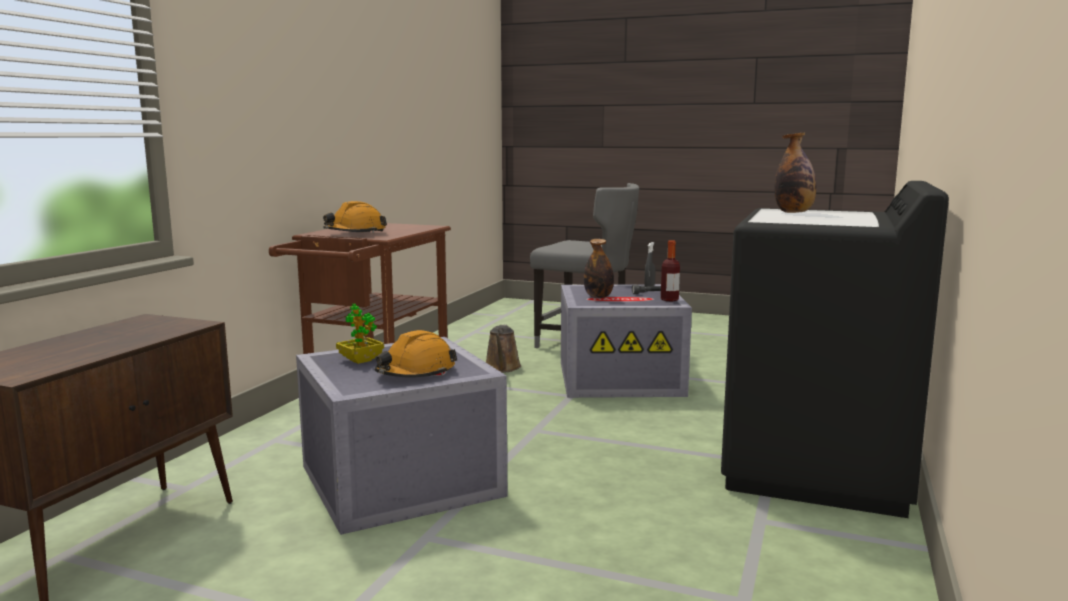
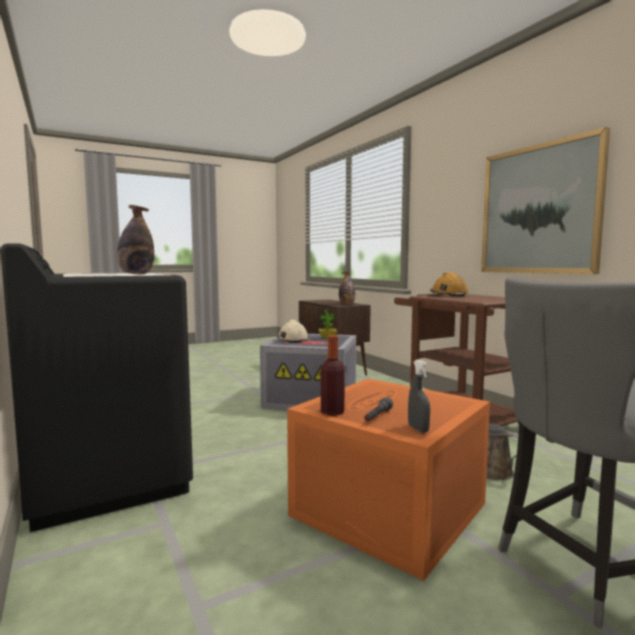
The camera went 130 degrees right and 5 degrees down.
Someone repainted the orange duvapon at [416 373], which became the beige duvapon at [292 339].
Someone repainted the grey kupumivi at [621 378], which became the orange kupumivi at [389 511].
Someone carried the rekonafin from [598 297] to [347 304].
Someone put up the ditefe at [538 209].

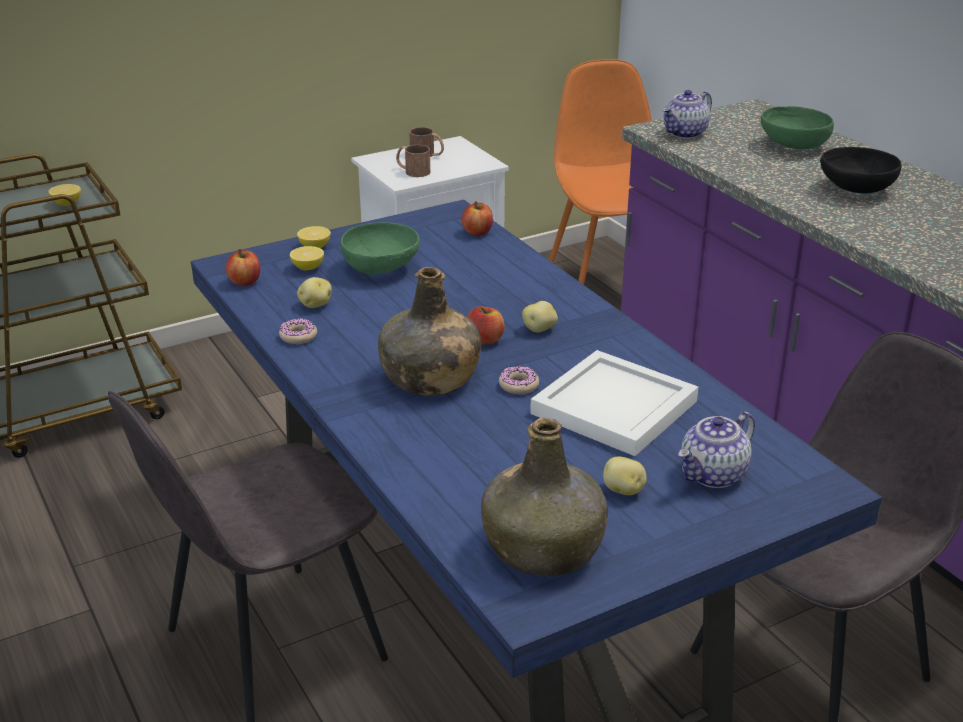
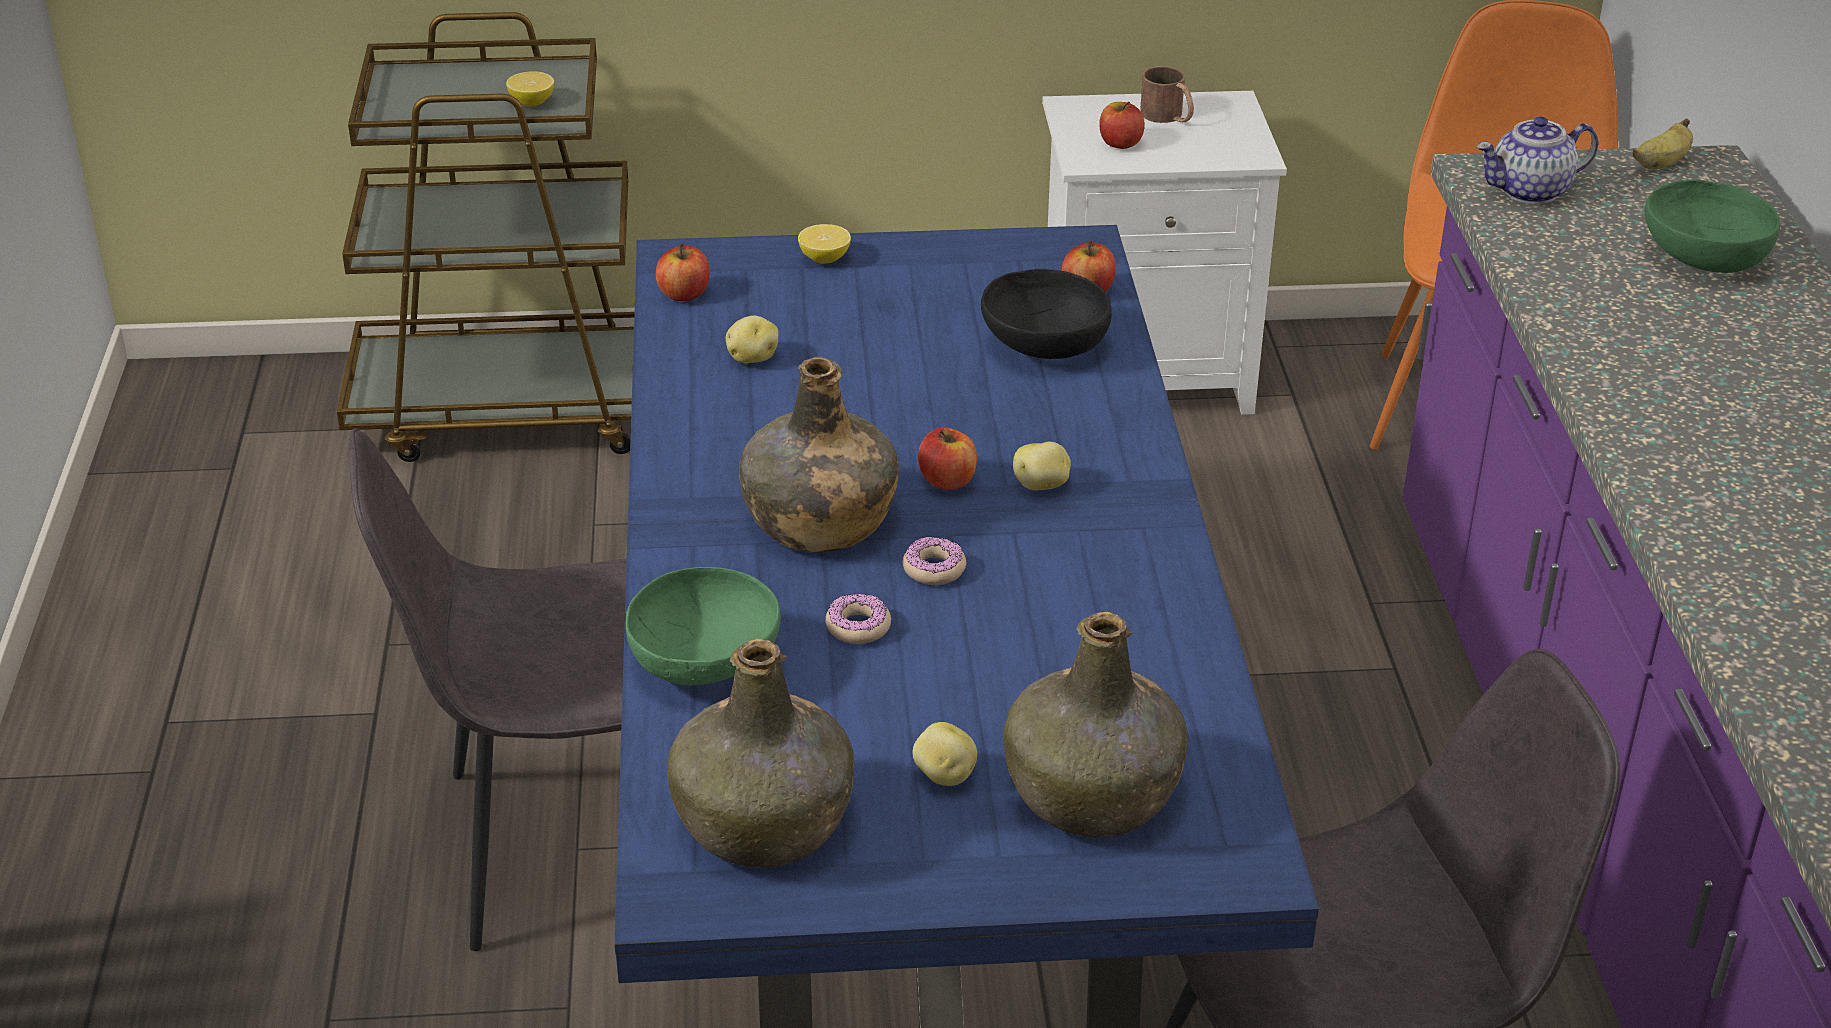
The camera went 25 degrees right and 5 degrees up.
Someone carried the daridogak from [298 336] to [858 627].
Someone took away the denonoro at [308 268].
Someone carried the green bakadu from [381 268] to [706 665].
Someone swapped the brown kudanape at [412 171] for the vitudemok at [1120 143].
Someone took away the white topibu at [615 409].
Someone swapped the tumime at [713 475] for the green rekonafin at [1094 794].
Someone carried the black bakadu from [855 190] to [1042 347].
Someone put down the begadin at [1660 164].

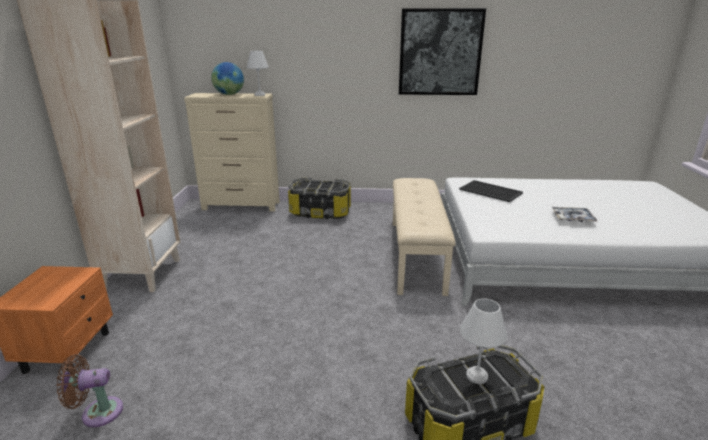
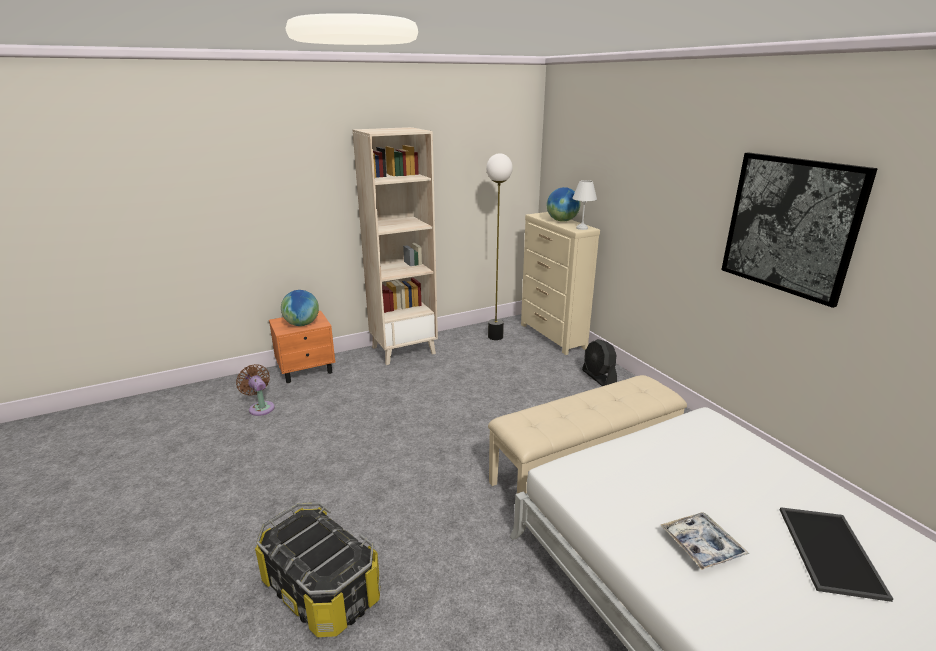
The camera went 60 degrees right and 0 degrees up.
Someone swapped the kupumivi at [320 212] for the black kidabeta at [599 378].
Someone carried the topibu from [489 191] to [827 550].
Someone took away the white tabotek at [476 375].
Someone put down the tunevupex at [302 324].
Someone put down the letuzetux at [495 336].

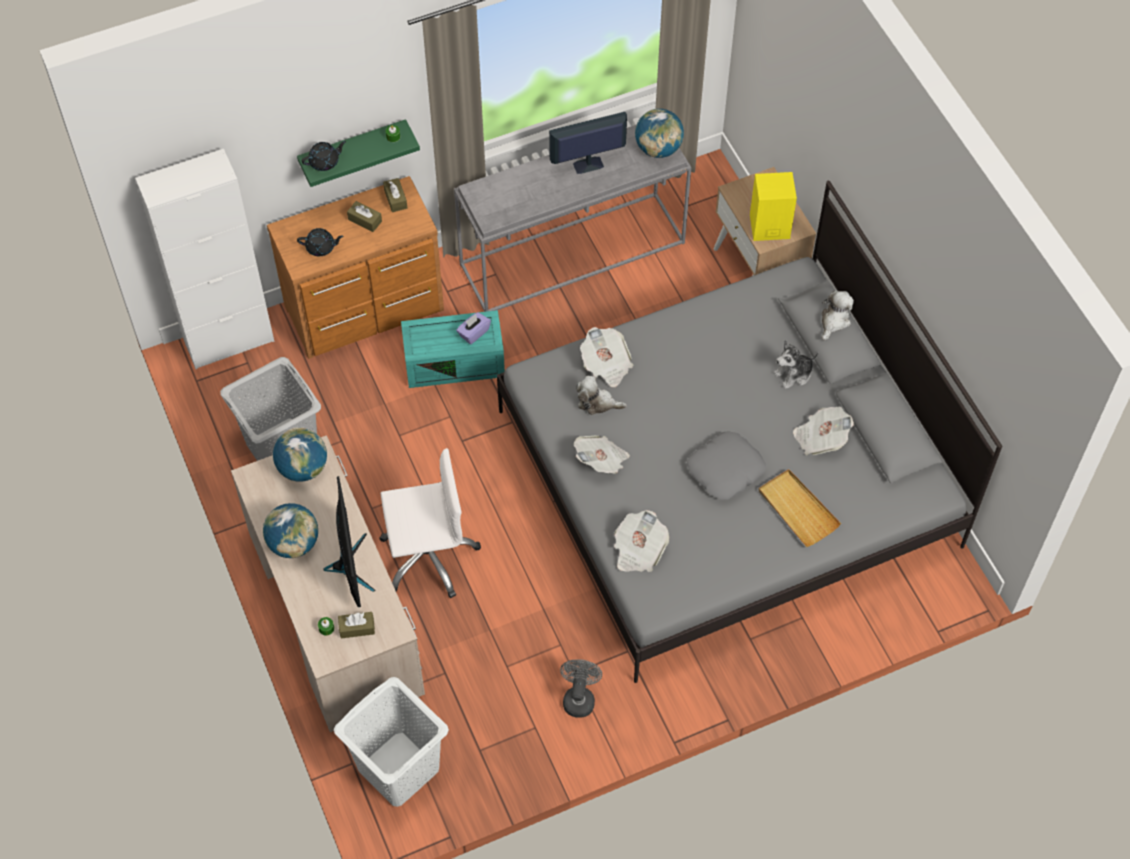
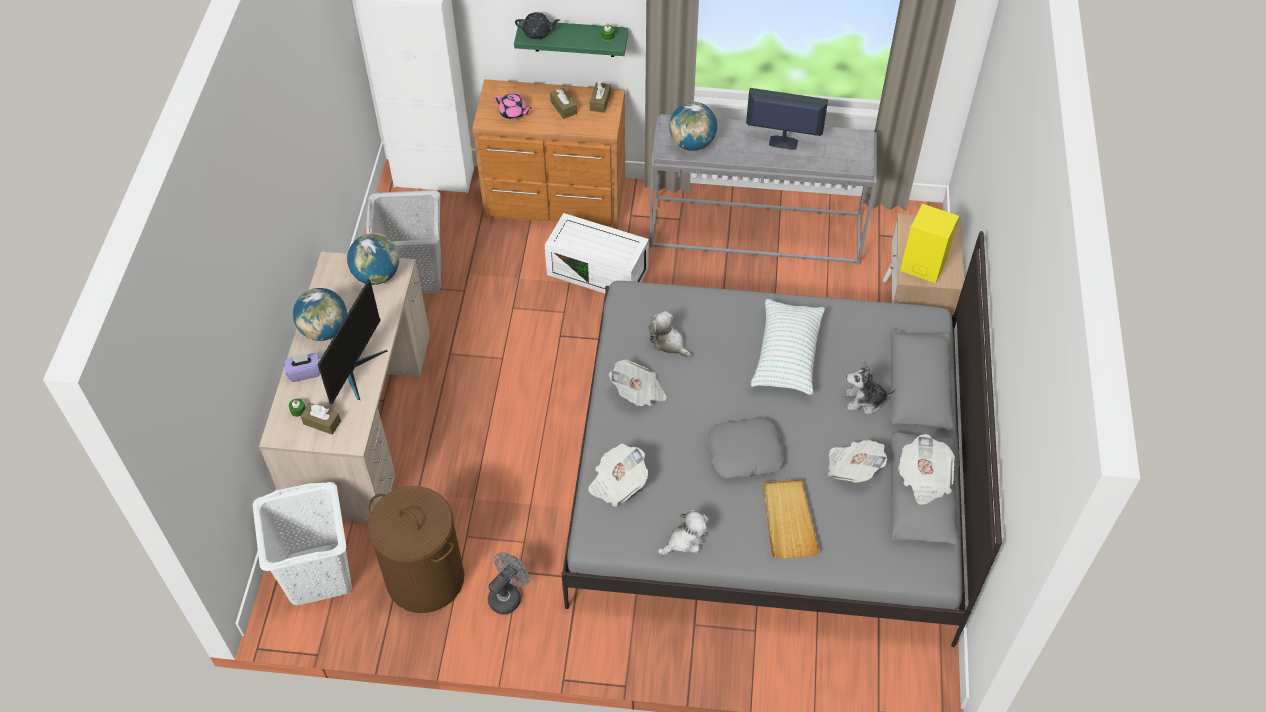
The camera went 30 degrees right and 5 degrees down.
Someone repainted the black tumime at [321 247], which became the pink tumime at [513 113].
Someone took away the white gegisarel at [428 556].
Someone repainted the turquoise kupumivi at [455 361], which became the white kupumivi at [599 271].
Someone carried the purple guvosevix from [473 333] to [304 372].
Someone carried the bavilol from [606 365] to [924 479].
Someone carried the tunevupex from [658 149] to [692 143].
Someone carried the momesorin from [834 321] to [685 540].
Someone put down the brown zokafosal at [425 578].
Someone put down the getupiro at [787 355].

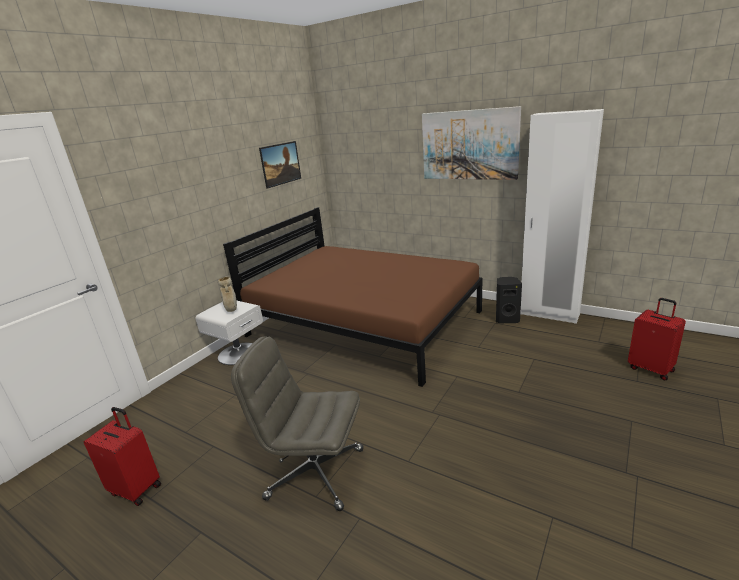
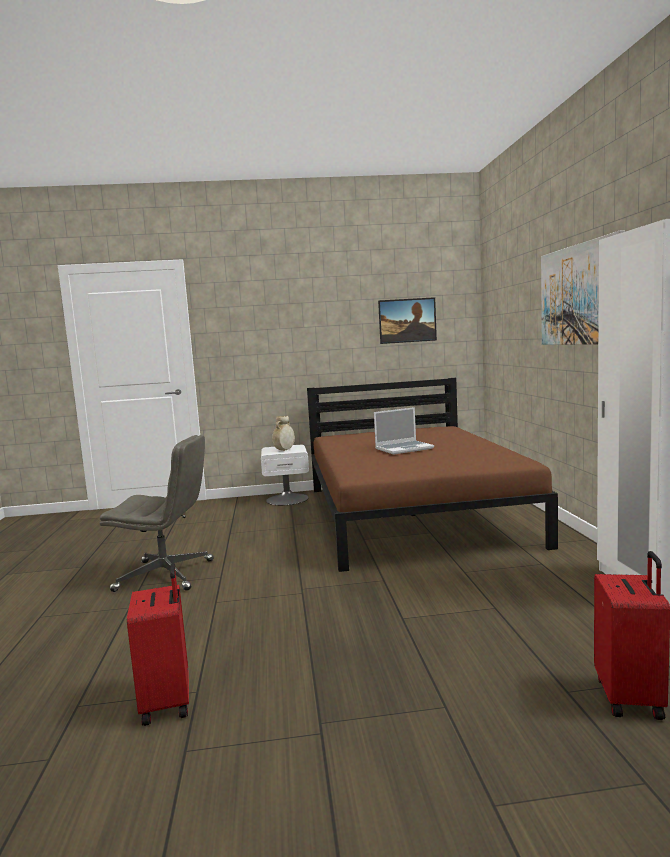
The camera went 50 degrees right and 15 degrees down.
Someone carried the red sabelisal from [137 488] to [168 702].
Someone rotated the grey gegisarel at [314 473] by 120 degrees clockwise.
Someone took away the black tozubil at [506 319].
Someone put down the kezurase at [404 448].

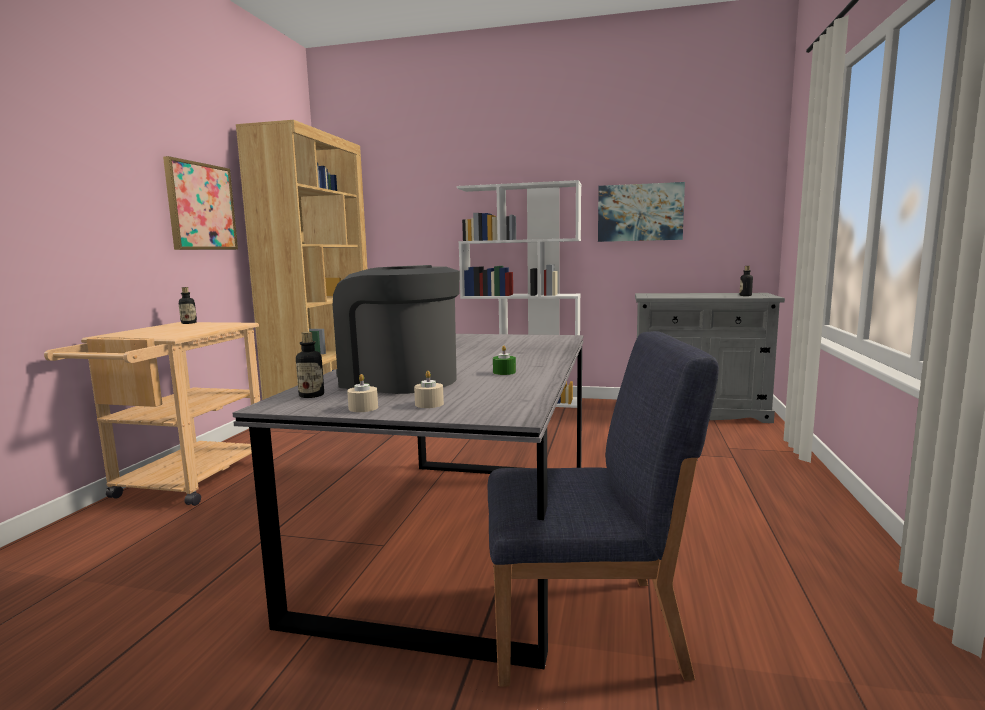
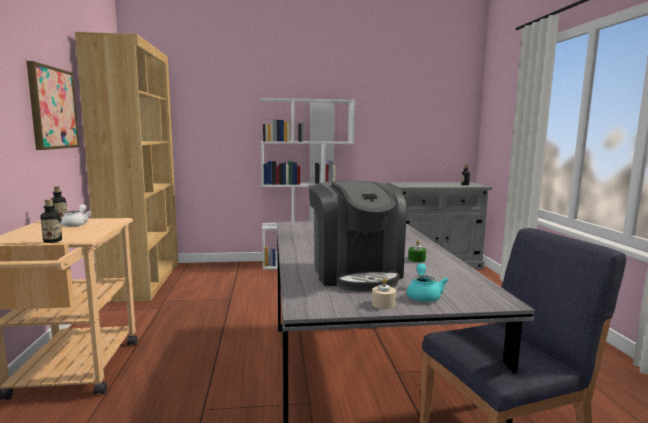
The camera went 20 degrees left and 0 degrees up.
Someone carried the rekonafin from [311 395] to [52 241].
Someone rotated the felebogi at [399 380] by 120 degrees counterclockwise.
Someone swapped the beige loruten at [429 404] for the turquoise tumime at [423 295].
Someone took away the ditefe at [640 212].
Someone put down the white tumime at [77 224].

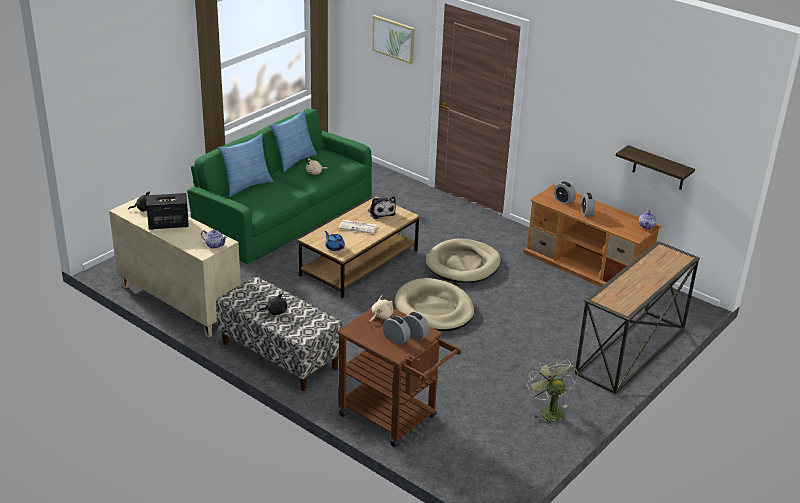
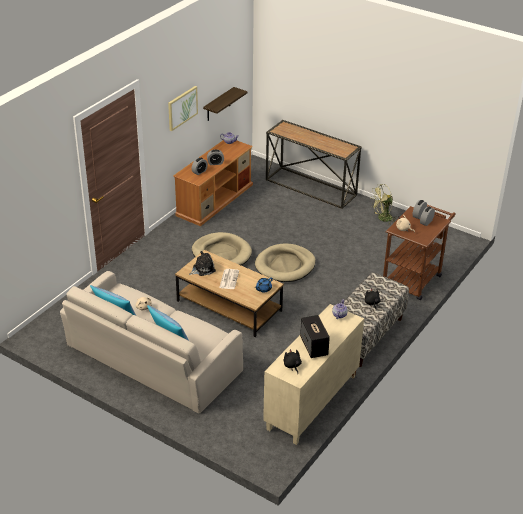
The camera went 95 degrees left and 5 degrees up.
Someone repainted the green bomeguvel at [283 213], which became the beige bomeguvel at [152 358].
Someone carried the ditefe from [393 38] to [182 108].

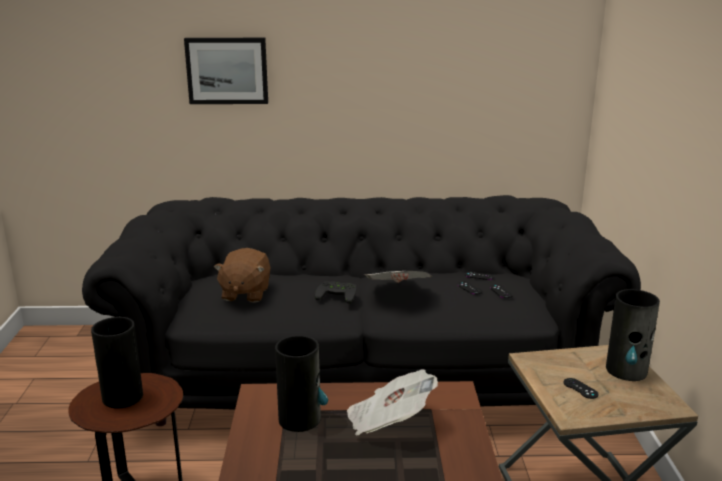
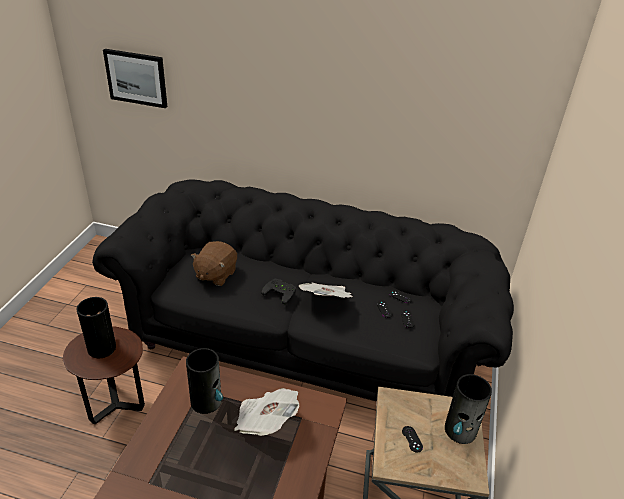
The camera went 15 degrees right and 15 degrees up.
Someone carried the ditefe from [227 70] to [136 78].

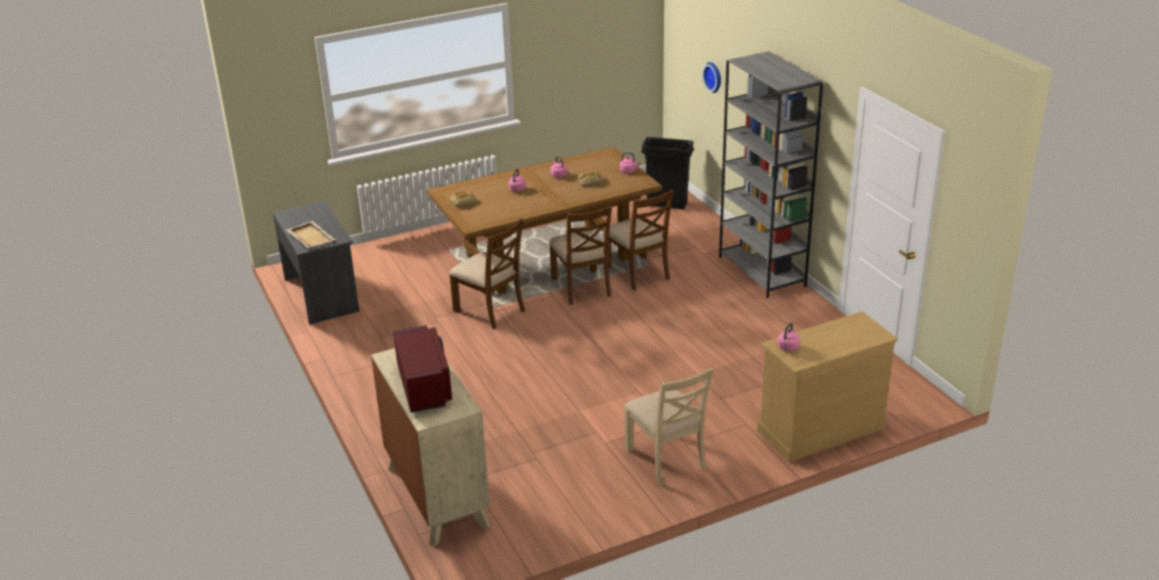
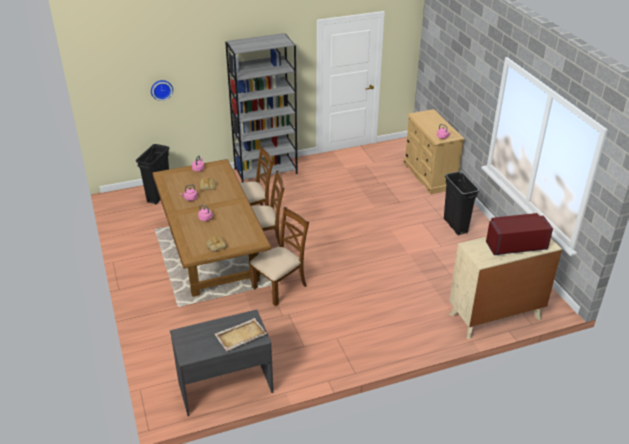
The camera went 85 degrees left and 5 degrees up.
Someone swapped the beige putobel at [666 459] for the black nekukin at [455 226].

